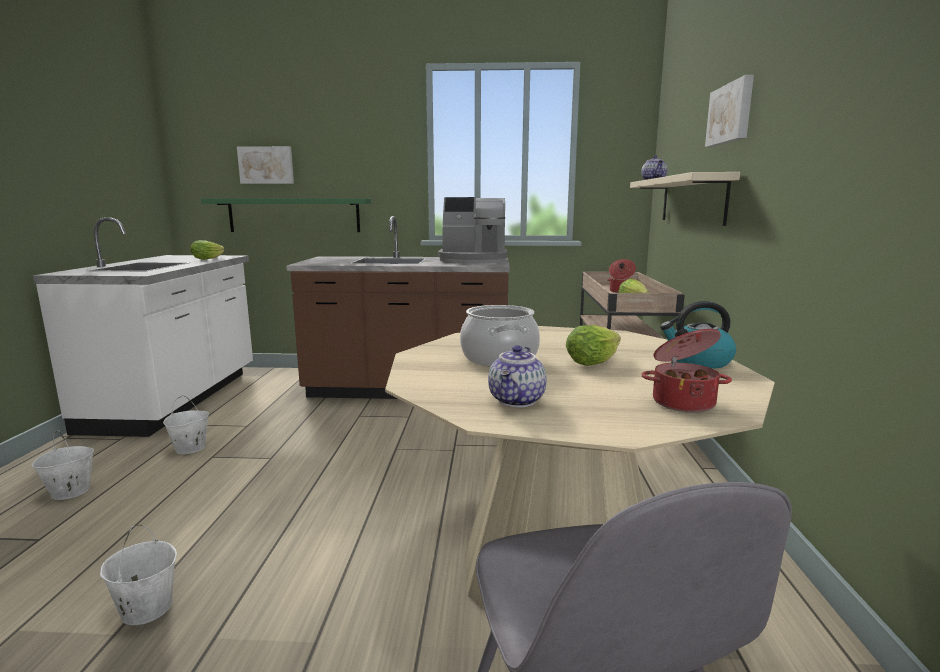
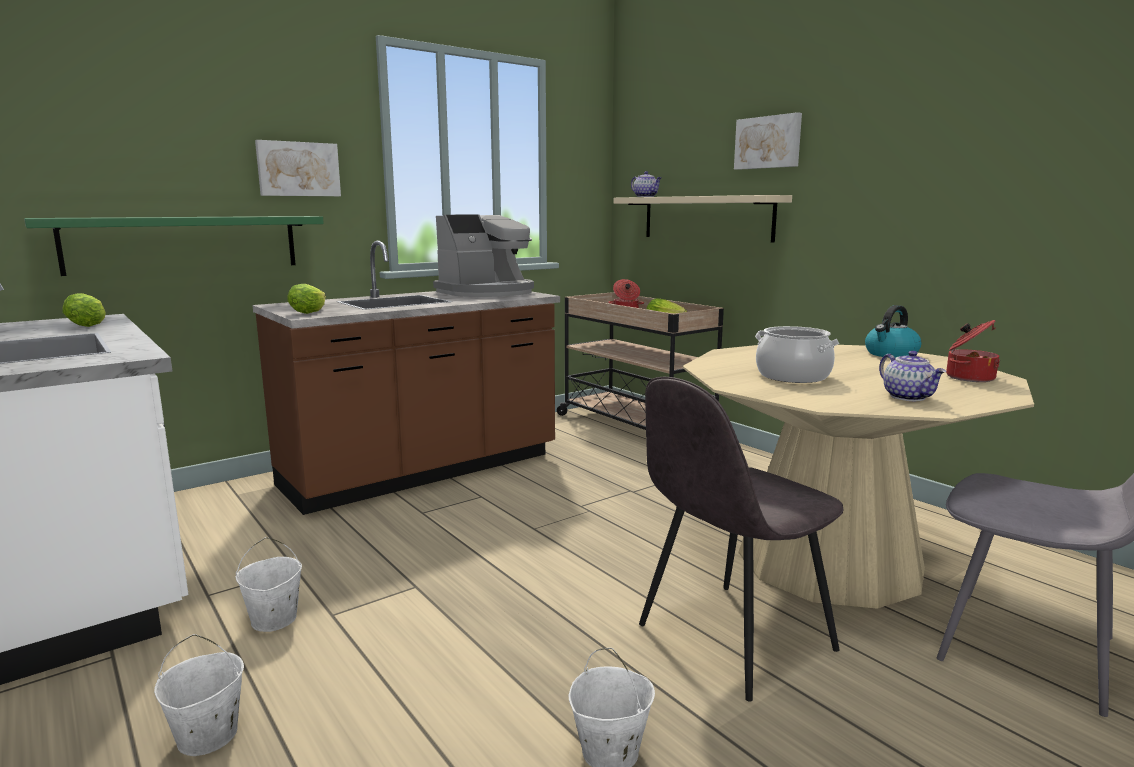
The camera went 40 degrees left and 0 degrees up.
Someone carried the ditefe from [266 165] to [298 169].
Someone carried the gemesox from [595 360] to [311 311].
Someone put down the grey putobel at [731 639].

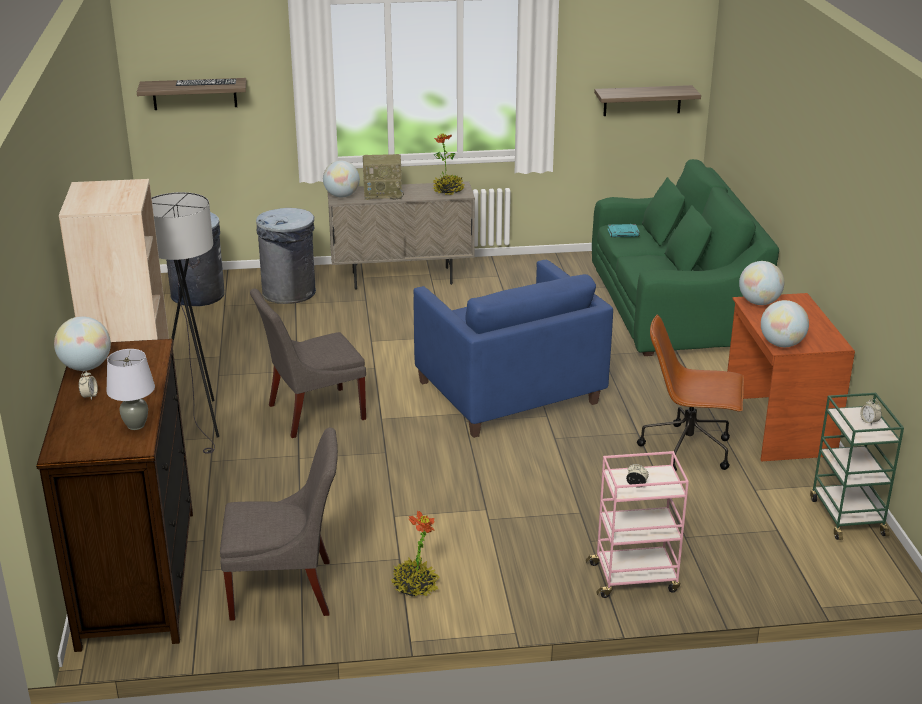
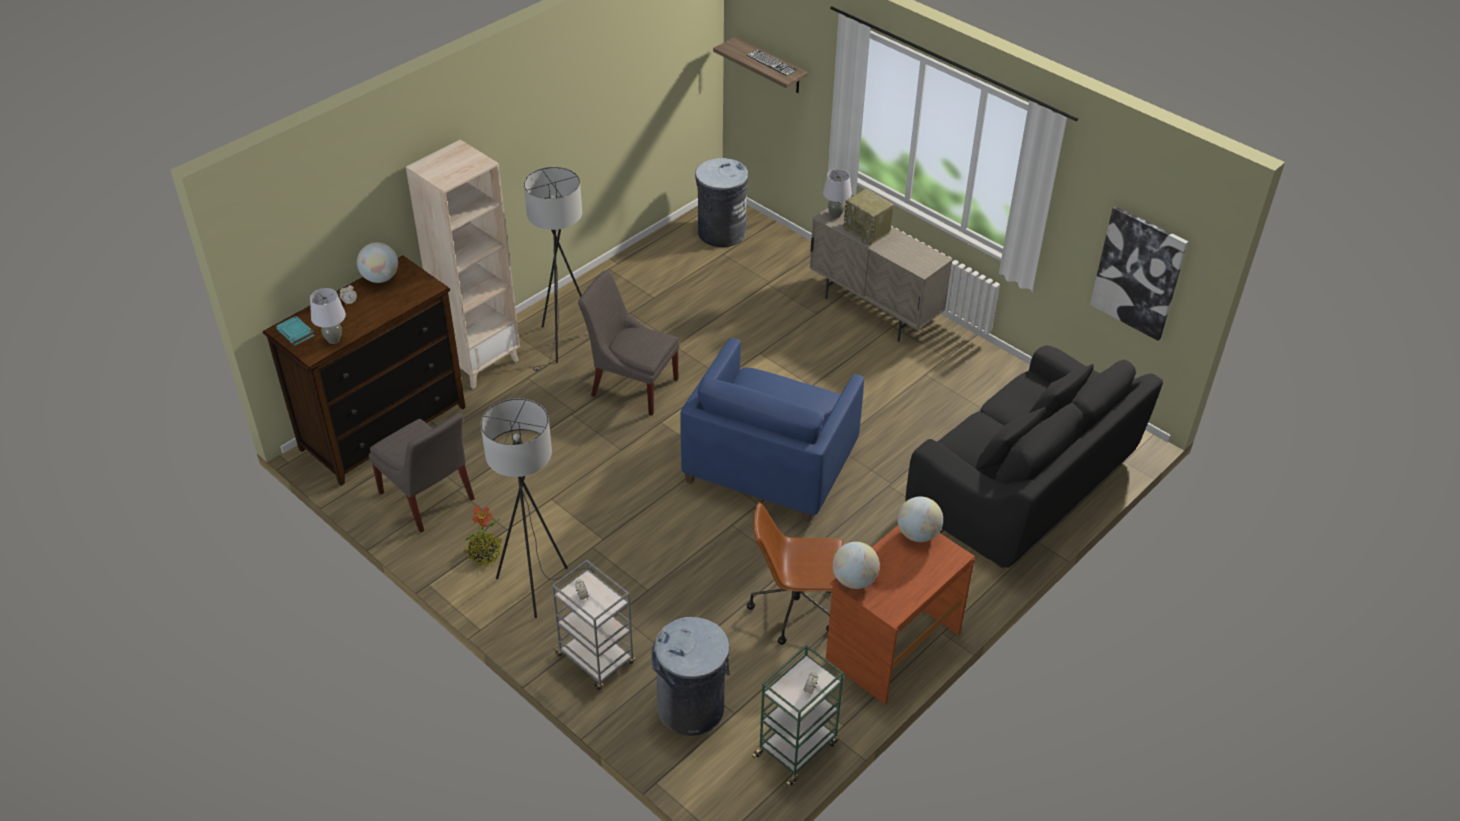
The camera went 50 degrees right and 15 degrees up.
Someone carried the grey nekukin from [289 293] to [691 708].
Someone swapped the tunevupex at [342 196] for the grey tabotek at [835 214].
Someone took away the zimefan at [448 191].
Someone repainted the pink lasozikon at [635 577], which became the grey lasozikon at [596 659].
Someone repainted the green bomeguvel at [672 307], which became the black bomeguvel at [1022 486].
Someone swapped the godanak at [642 100] for the ditefe at [1138 273].
Someone carried the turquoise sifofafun from [623 233] to [296 333].
Someone rotated the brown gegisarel at [689 450] by 60 degrees counterclockwise.
Someone put down the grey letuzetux at [537 584].

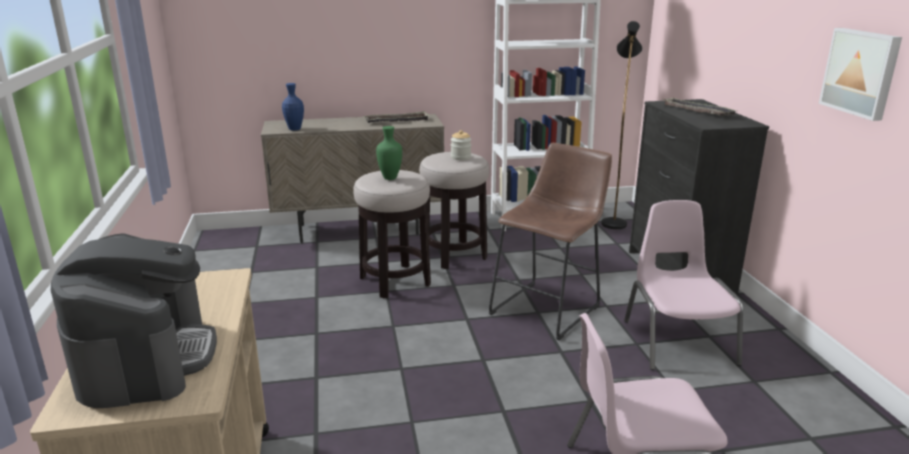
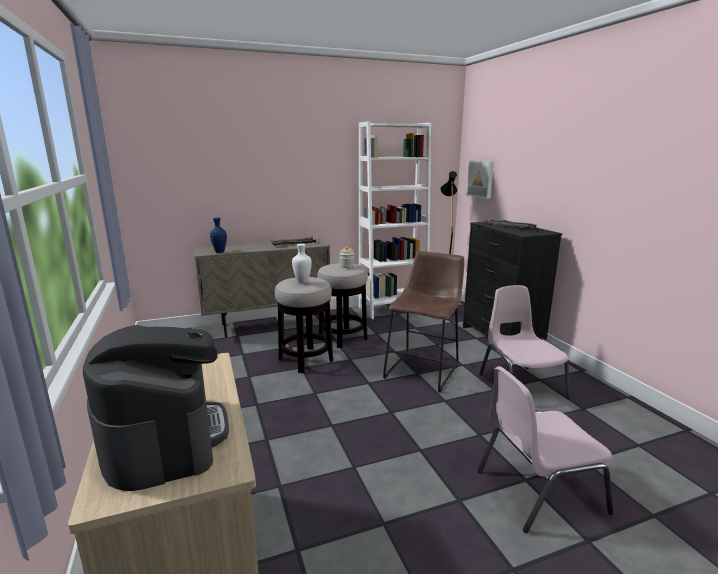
The camera went 10 degrees left and 5 degrees down.
Someone repainted the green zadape at [390 178], which became the white zadape at [303 282].
Someone carried the ditefe from [861 72] to [481 179].

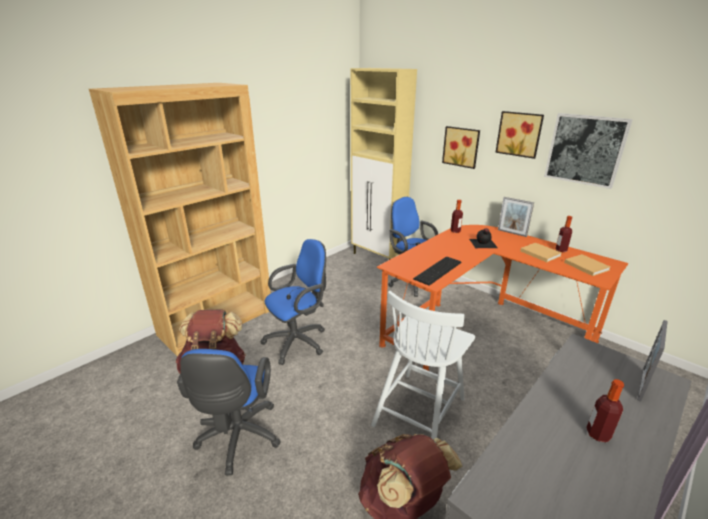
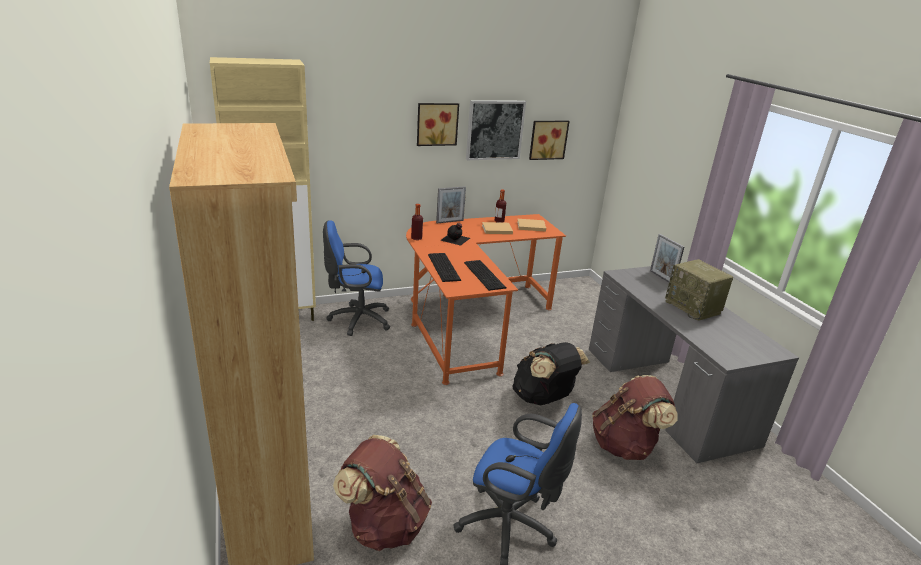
The camera went 65 degrees left and 0 degrees up.
Someone took away the blue gegisarel at [299 341].
Someone swapped the white putobel at [419 410] for the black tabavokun at [544 398].
Someone carried the ditefe from [461 146] to [547 139].
Someone swapped the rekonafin at [598 434] for the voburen at [694 308].
Someone put down the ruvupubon at [444 267].

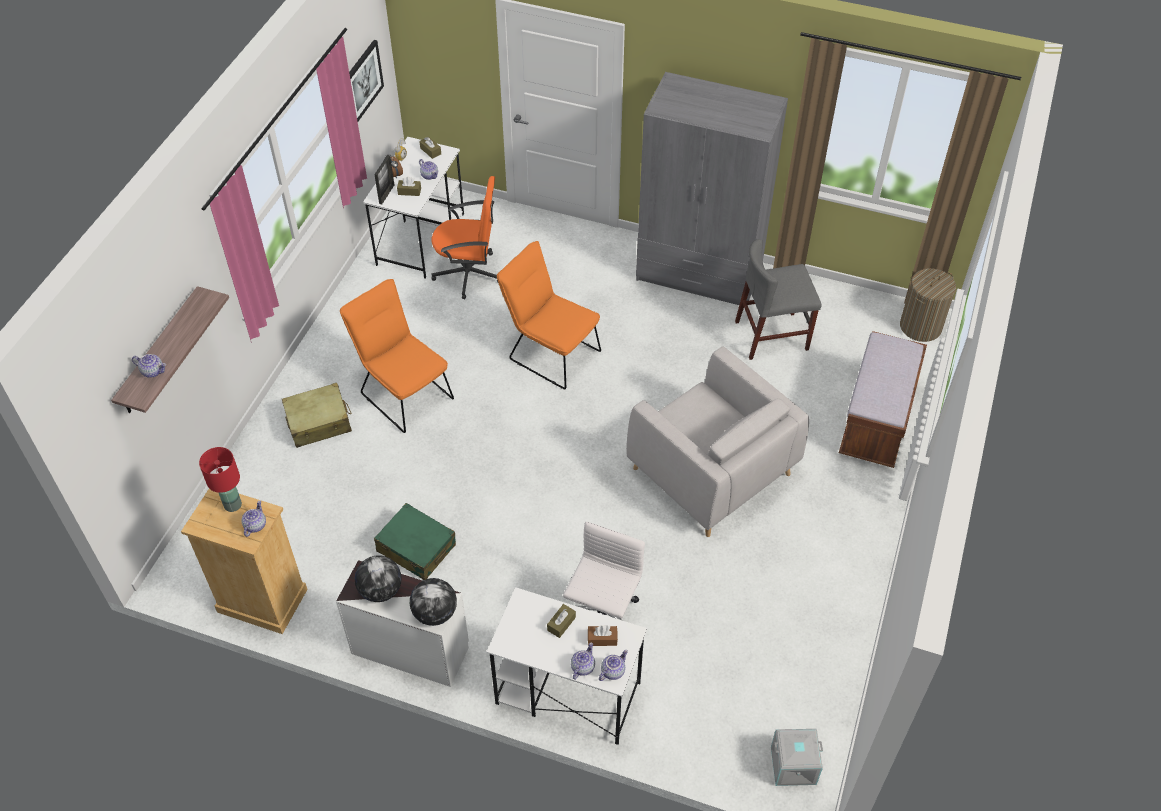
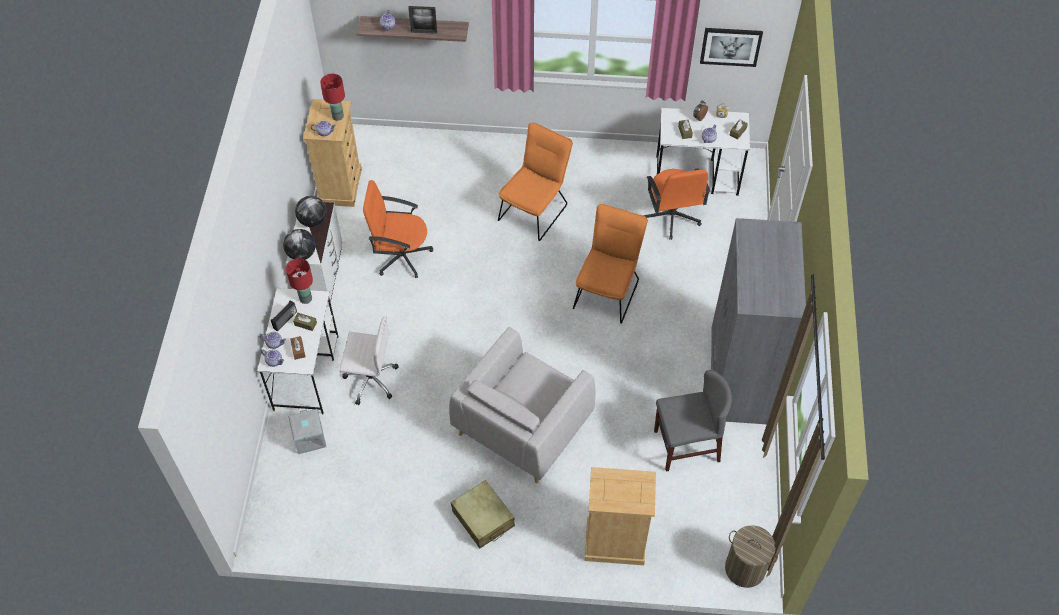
The camera went 75 degrees right and 5 degrees up.
Someone carried the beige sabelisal from [319 422] to [483 519].
Someone carried the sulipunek from [386 194] to [424 32].
Someone swapped the green sabelisal at [416 548] for the orange gegisarel at [401 256].
Someone rotated the grey putobel at [771 335] by 105 degrees clockwise.
Someone carried the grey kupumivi from [793 766] to [308 438].
Someone swapped the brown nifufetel at [876 422] for the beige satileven at [614 542].
Someone put down the voburen at [285 320].
Someone put down the red tabotek at [305 299].

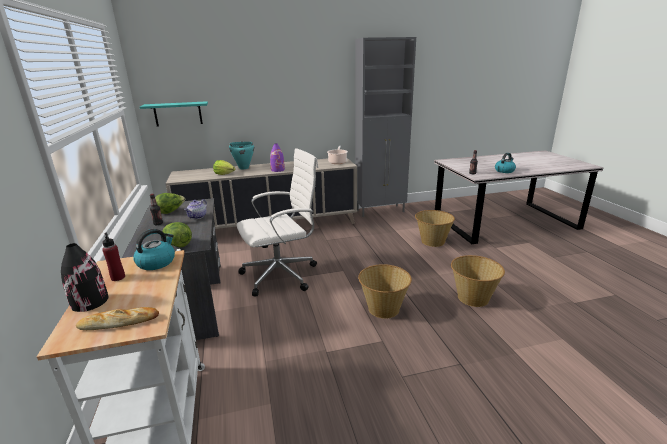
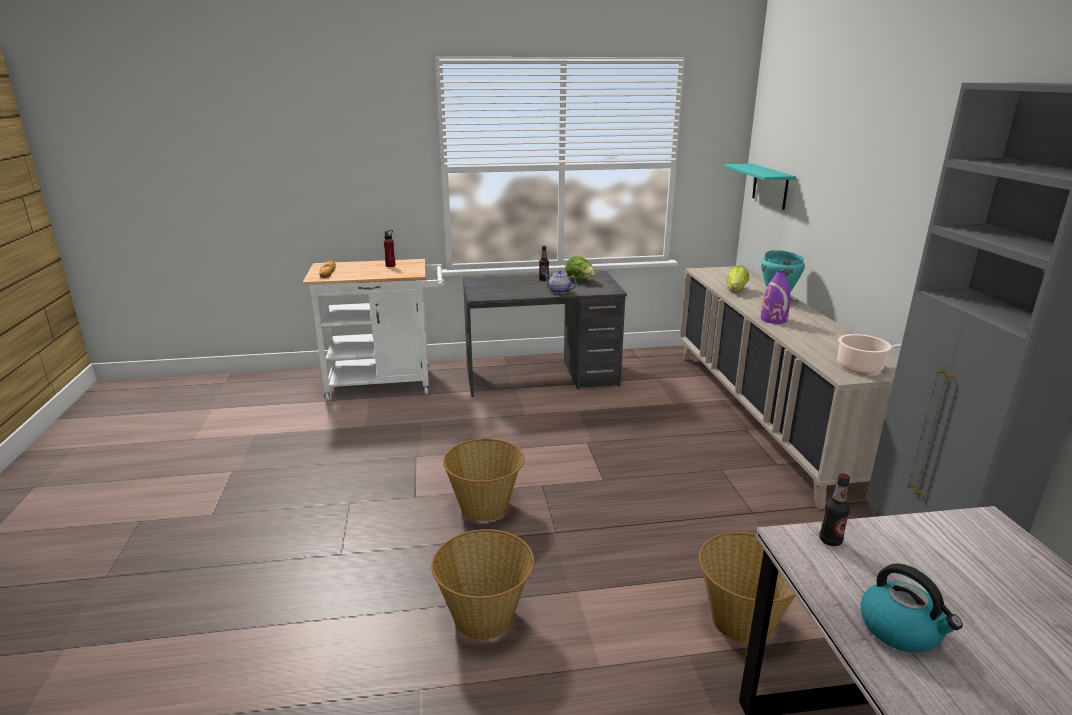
The camera went 95 degrees right and 0 degrees up.
Someone took away the black zadape at [90 302].
Someone took away the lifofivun at [157 262].
Someone took away the gemesox at [178 244].
Someone took away the white gegisarel at [282 275].

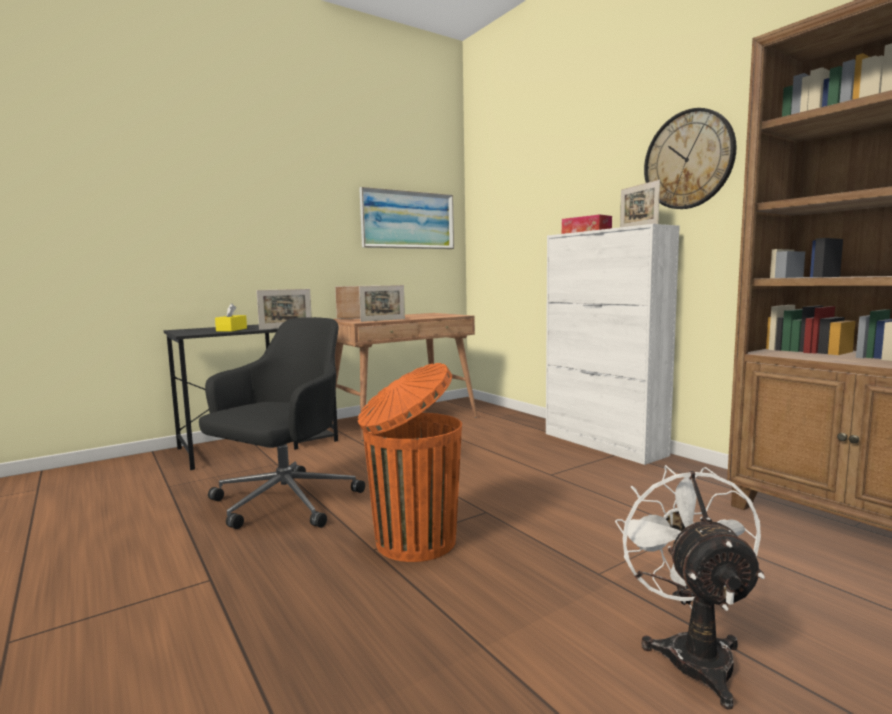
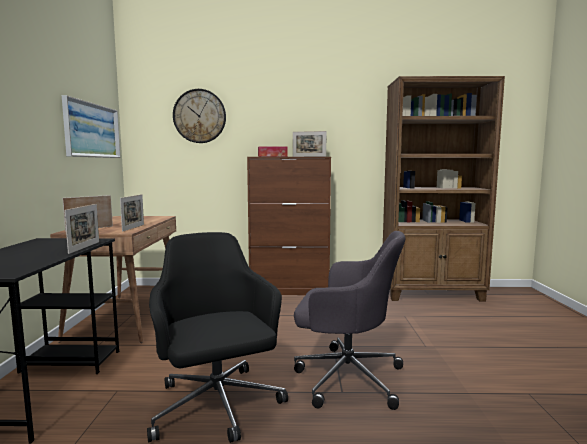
The camera went 55 degrees left and 0 degrees up.
Someone took away the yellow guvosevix at [232 330].
Someone swapped the orange nekukin at [413 541] for the grey gegisarel at [346 377].
Someone repainted the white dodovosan at [603 444], which became the brown dodovosan at [290 291].
Someone took away the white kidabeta at [692 652].
Someone carried the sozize from [688 160] to [199 116].

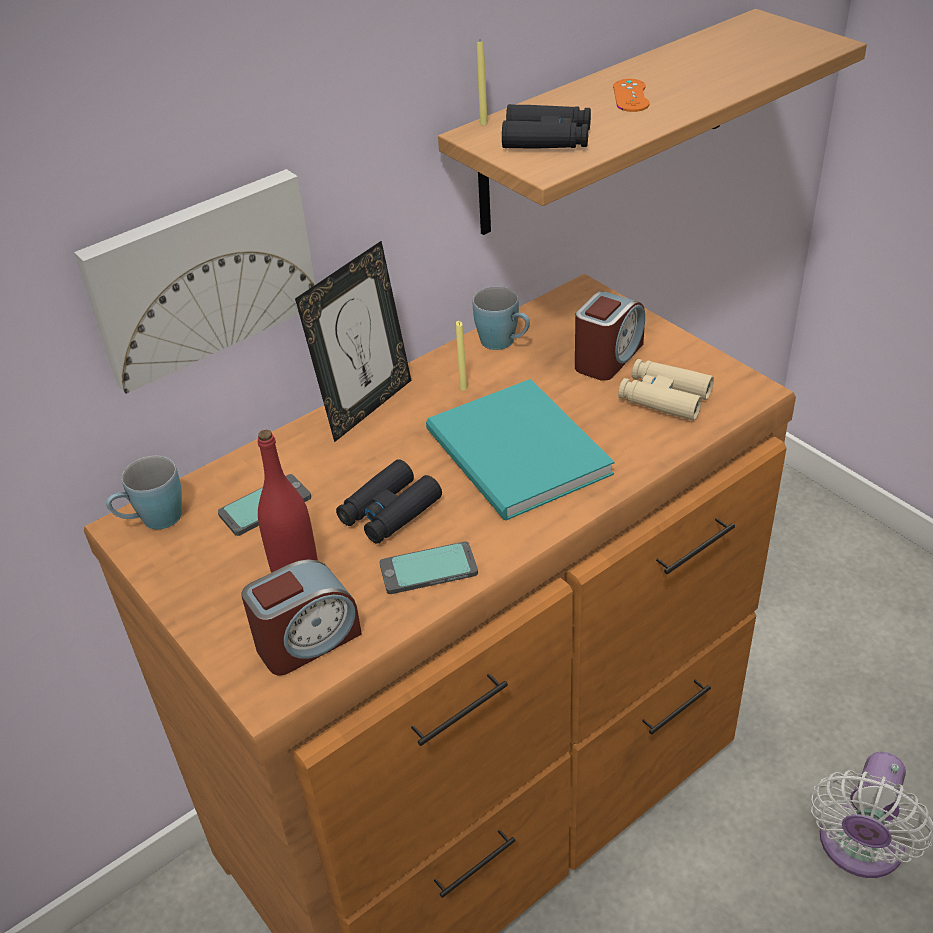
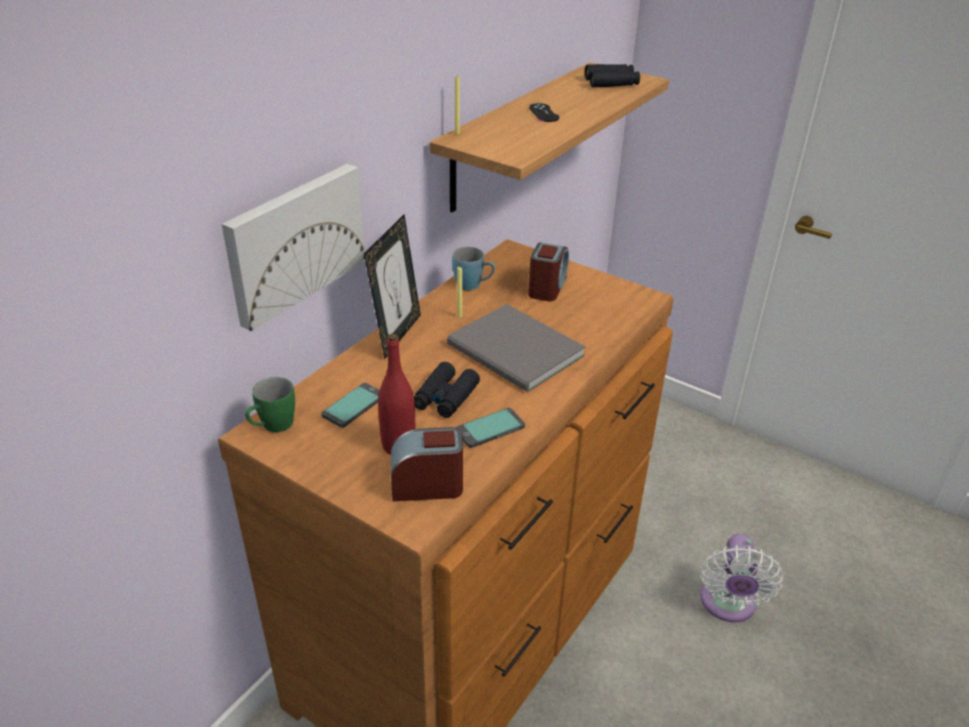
The camera went 20 degrees left and 5 degrees down.
Someone repainted the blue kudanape at [153 521], which became the green kudanape at [272 427].
Someone rotated the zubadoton at [307 640] by 135 degrees counterclockwise.
Someone repainted the turquoise sifofafun at [516 456], which became the grey sifofafun at [516 353].
Someone carried the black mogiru from [547 139] to [611 82].
Someone repainted the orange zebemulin at [631 96], which became the black zebemulin at [544 113].
Someone took away the beige mogiru at [664 398].

